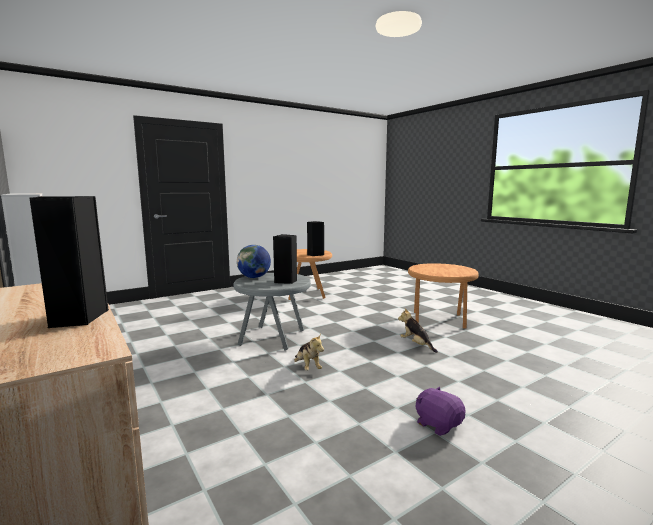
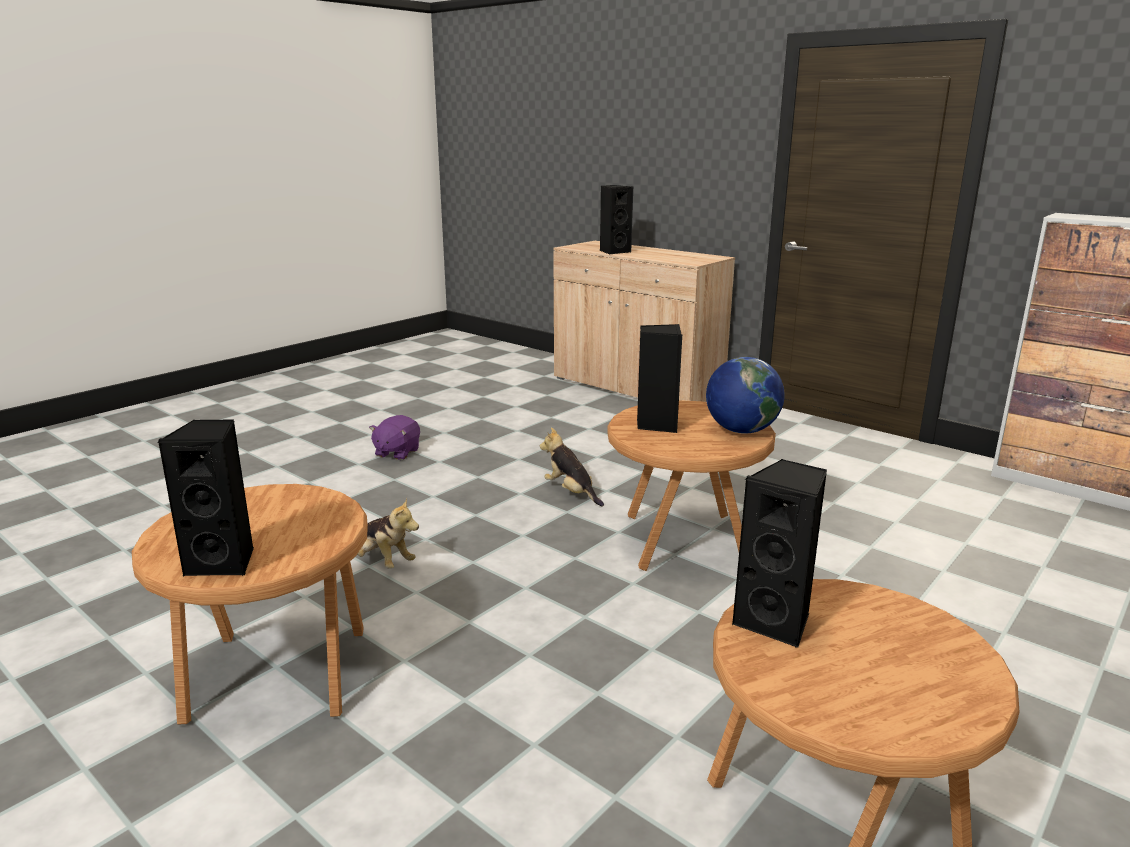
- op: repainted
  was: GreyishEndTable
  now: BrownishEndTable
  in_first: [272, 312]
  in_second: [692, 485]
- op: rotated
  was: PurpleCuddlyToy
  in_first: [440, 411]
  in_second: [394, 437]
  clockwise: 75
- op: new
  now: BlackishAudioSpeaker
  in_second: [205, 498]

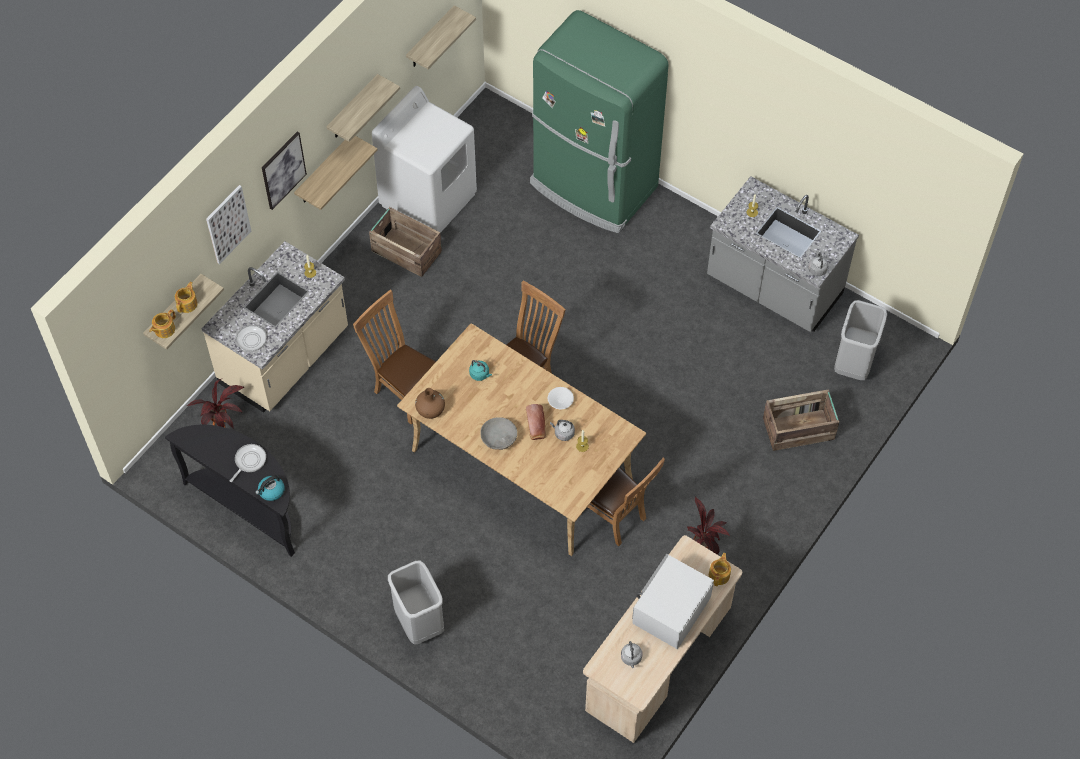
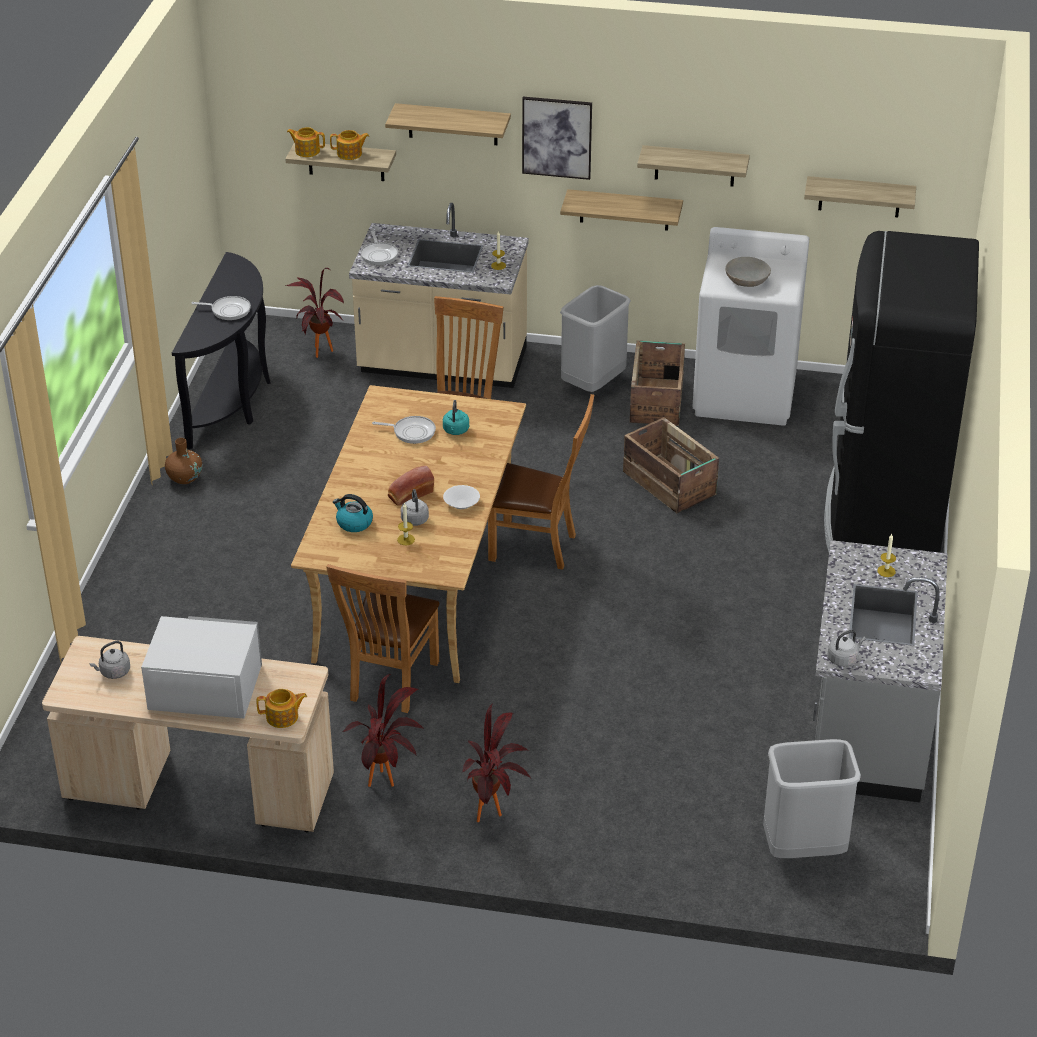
- op: swapped
  was: WallArt
  now: WallShelf
  in_first: [228, 224]
  in_second: [448, 124]
- op: shifted
  was: WaterKettle
  in_first: [270, 488]
  in_second: [353, 513]
- op: shifted
  was: GreyishRubbishBin
  in_first: [416, 602]
  in_second: [595, 338]
- op: shifted
  was: BrownishFlowerVase
  in_first: [430, 403]
  in_second: [183, 461]
- op: shifted
  was: GreyishDeepDish
  in_first: [498, 433]
  in_second: [748, 272]
- op: repainted
  was: GreenFridge
  now: BlackishFridge
  in_first: [599, 121]
  in_second: [901, 392]
- op: shifted
  was: PackingCrate
  in_first: [801, 420]
  in_second: [671, 465]
- op: new
  now: FryingPan
  in_second: [404, 430]
- op: new
  now: PlantInAPot
  in_second: [496, 763]

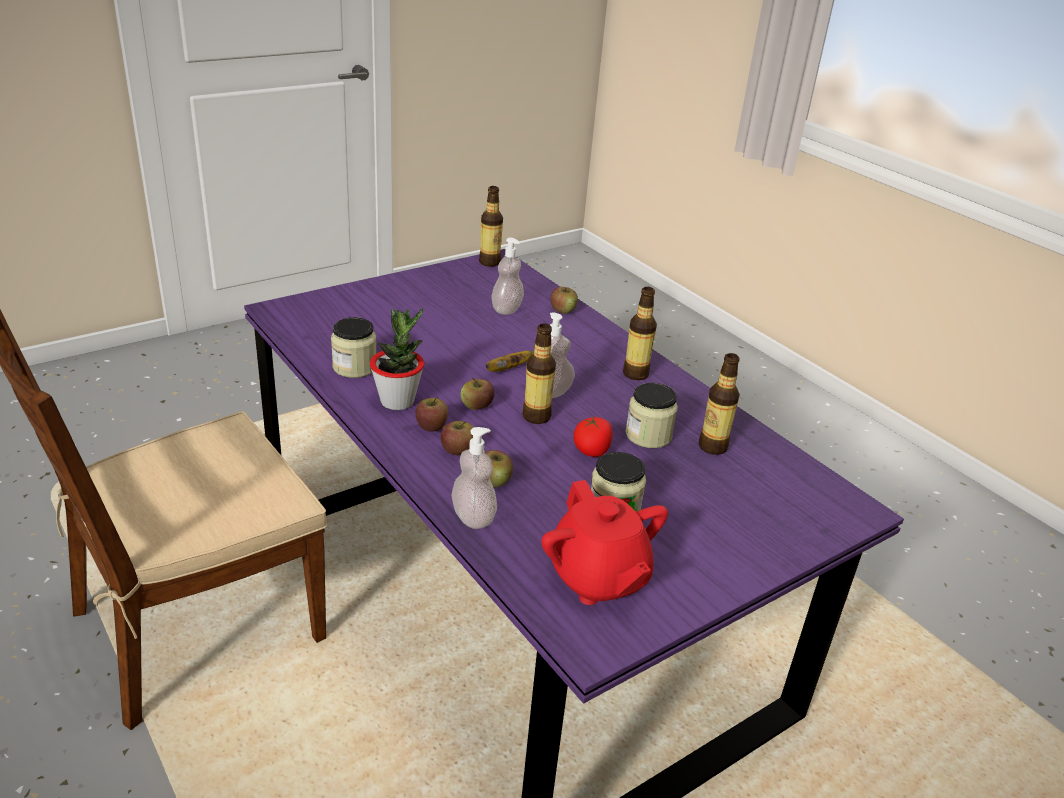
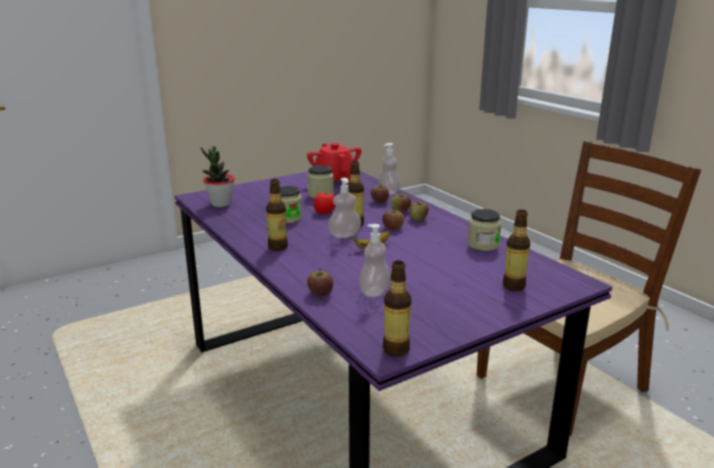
- op: shifted
  was: PlantInAPot
  in_first: [397, 359]
  in_second: [218, 176]
- op: shifted
  was: Bottle
  in_first: [719, 404]
  in_second: [516, 250]

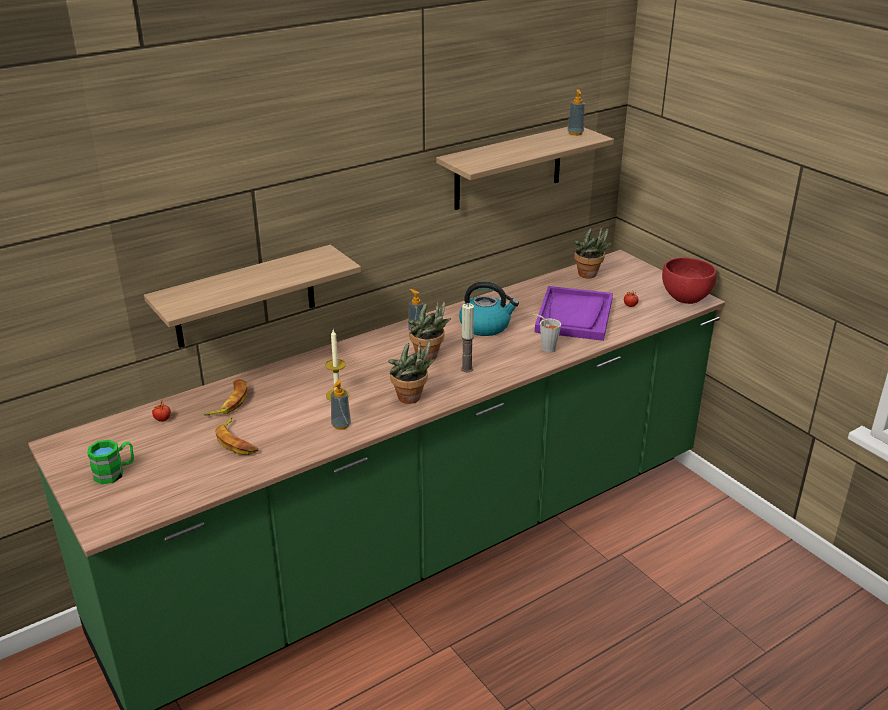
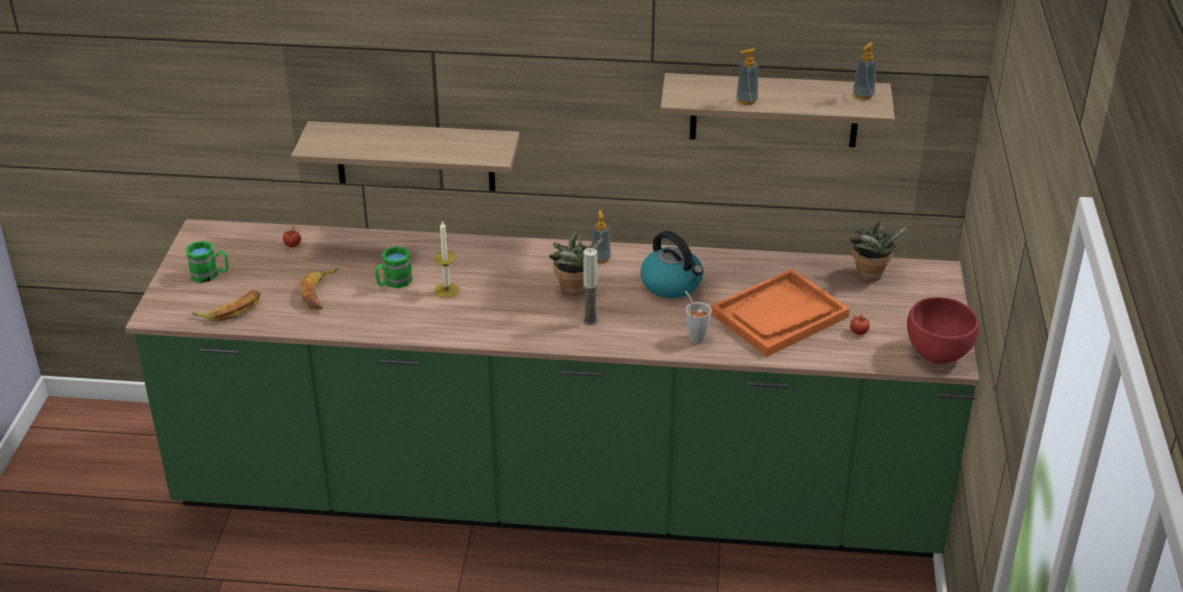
- op: shifted
  was: Banana
  in_first: [225, 397]
  in_second: [226, 305]
- op: shifted
  was: SoapBottle
  in_first: [341, 405]
  in_second: [747, 76]
- op: gone
  was: PlantInAPot
  in_first: [412, 372]
- op: repainted
  was: PurpleServingTray
  now: OrangeyServingTray
  in_first: [574, 313]
  in_second: [780, 313]
- op: new
  now: GreenMug
  in_second: [394, 267]

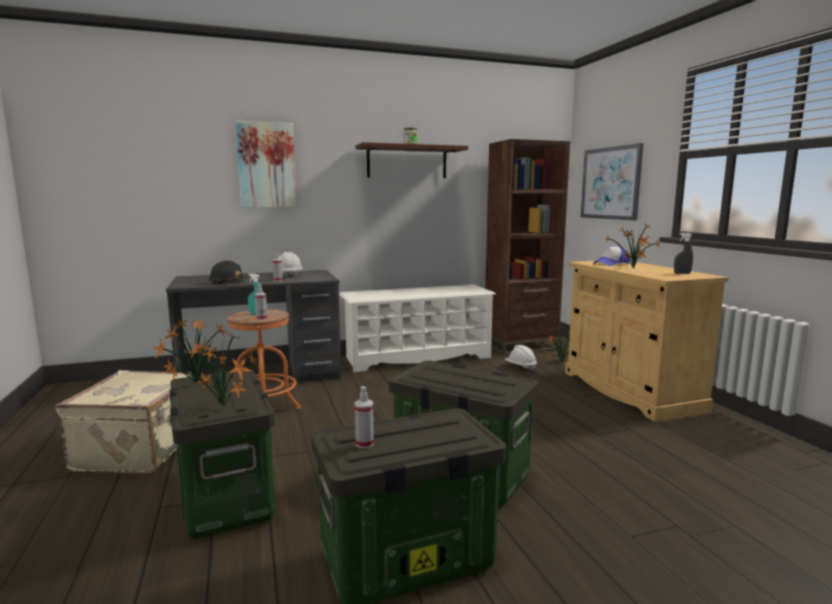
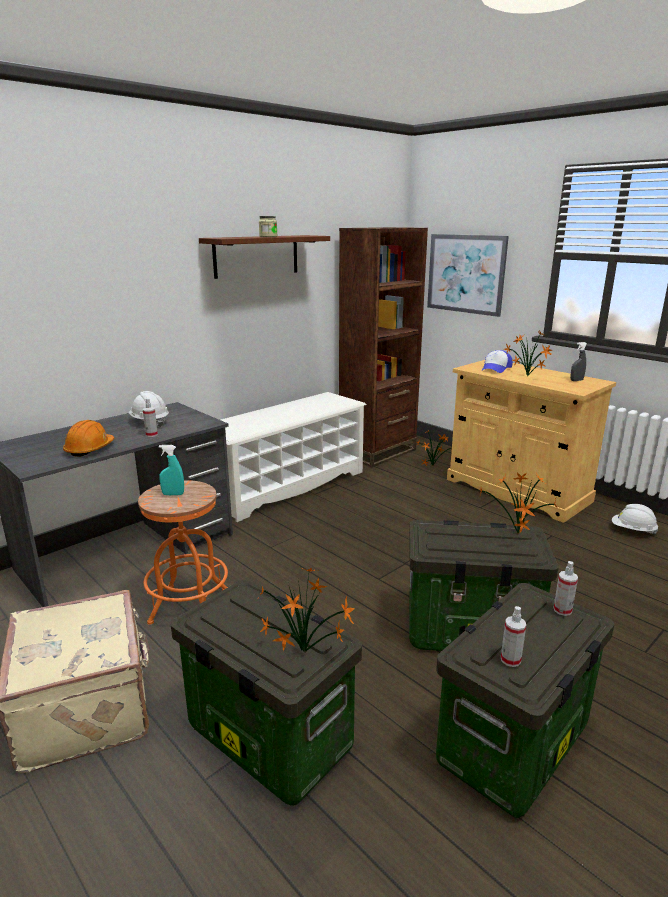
- op: shifted
  was: PlantInAPot
  in_first: [190, 350]
  in_second: [518, 502]
- op: repainted
  was: BlackishWorkHelmet
  now: OrangeyWorkHelmet
  in_first: [228, 272]
  in_second: [88, 438]
- op: gone
  was: WallArt
  in_first: [266, 164]
- op: shifted
  was: Sprayer
  in_first: [261, 302]
  in_second: [566, 588]
- op: shifted
  was: WhiteWorkHelmet
  in_first: [521, 358]
  in_second: [635, 519]

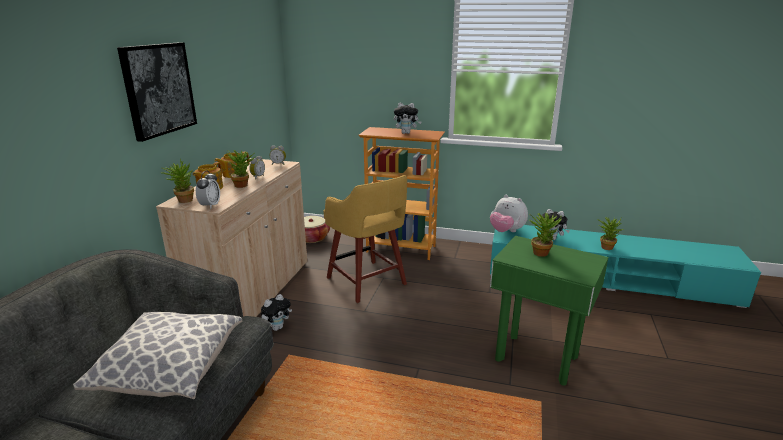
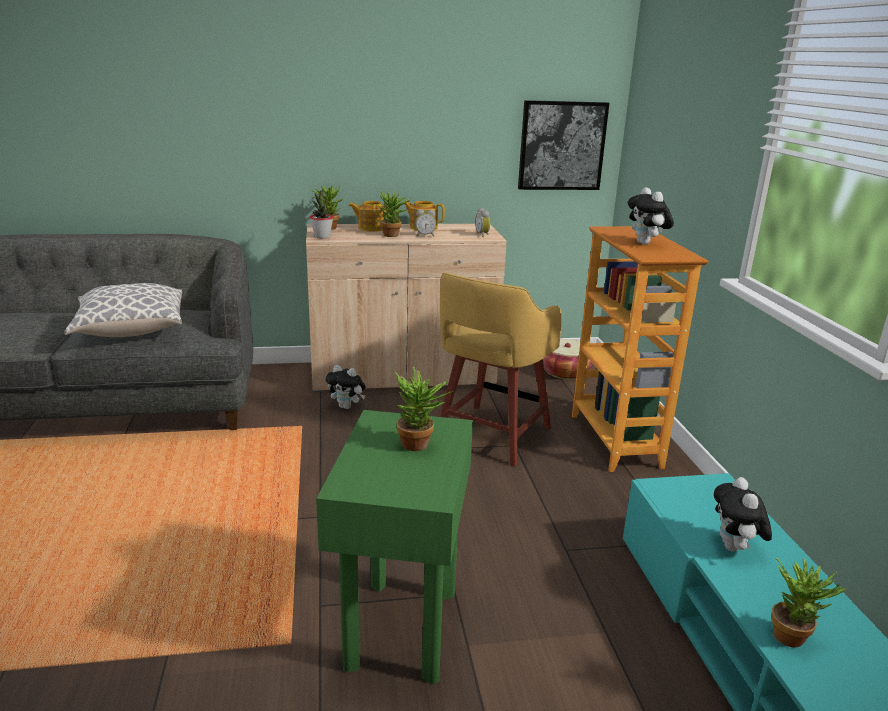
- op: shifted
  was: WallArt
  in_first: [157, 92]
  in_second: [563, 145]
- op: swapped
  was: TableClock
  now: PlantInAPot
  in_first: [208, 189]
  in_second: [321, 213]
- op: gone
  was: CuddlyToy
  in_first: [509, 213]

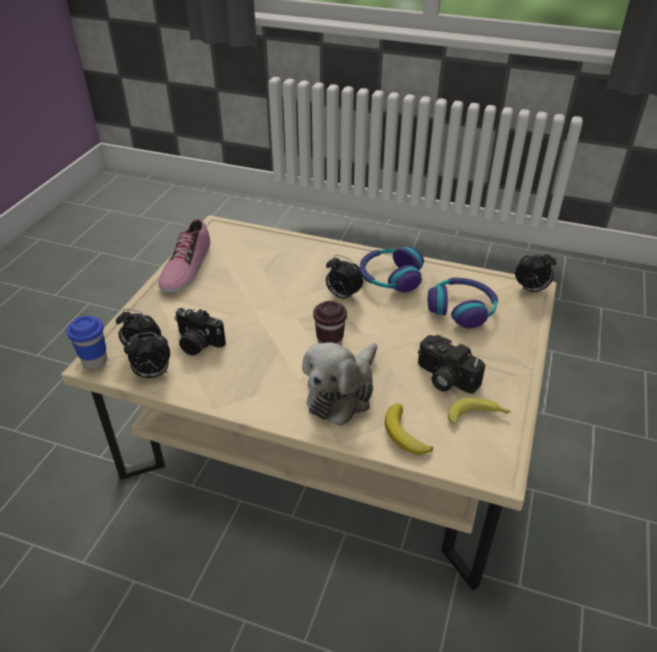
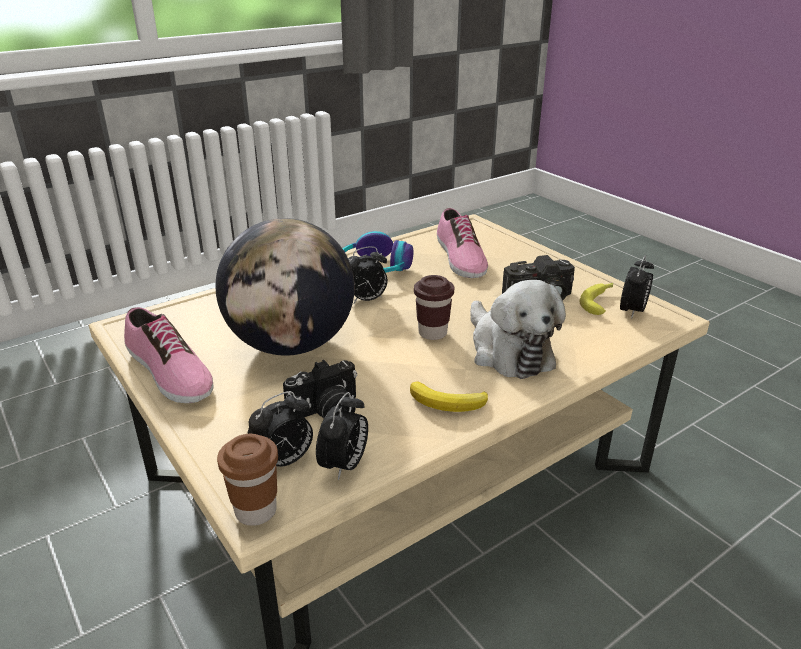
- op: repainted
  was: BlueSmallCup
  now: BrownishSmallCup
  in_first: [86, 342]
  in_second: [247, 480]
- op: shifted
  was: Banana
  in_first: [409, 429]
  in_second: [449, 396]
- op: swapped
  was: Headset
  now: LowShoe
  in_first: [463, 302]
  in_second: [462, 243]
- op: shifted
  was: TableClock
  in_first: [536, 271]
  in_second: [637, 287]
- op: new
  now: Globe
  in_second: [285, 287]

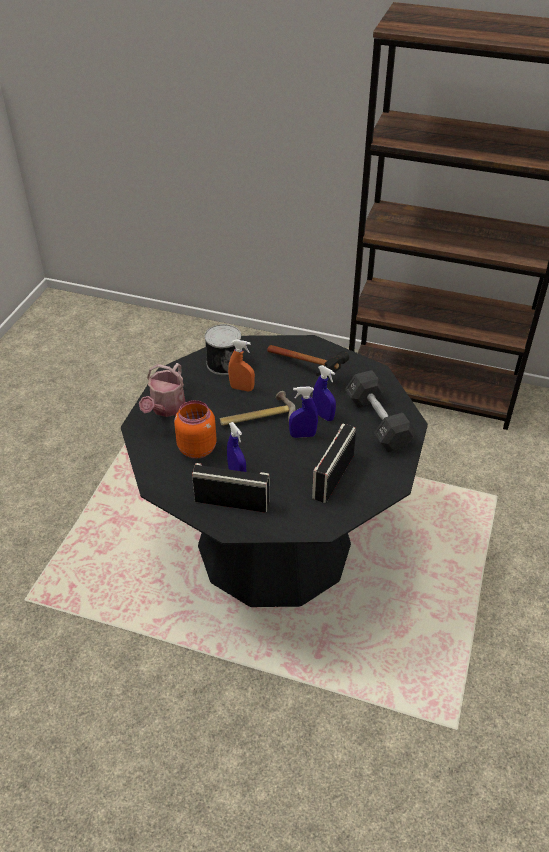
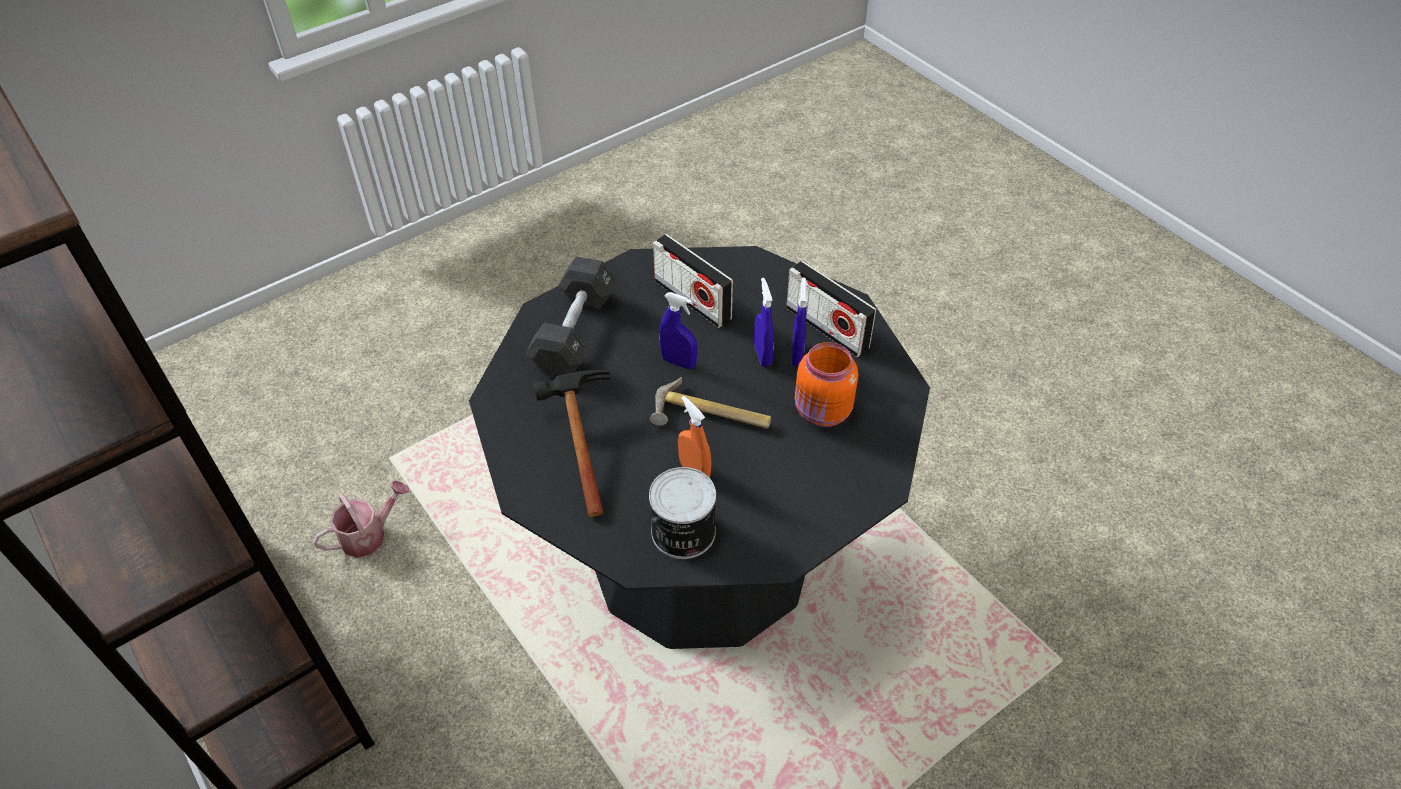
- op: shifted
  was: WateringCan
  in_first: [162, 390]
  in_second: [361, 519]
- op: shifted
  was: BlueSprayer
  in_first: [324, 393]
  in_second: [764, 322]
- op: rotated
  was: Radio
  in_first: [334, 463]
  in_second: [693, 281]
  clockwise: 75

